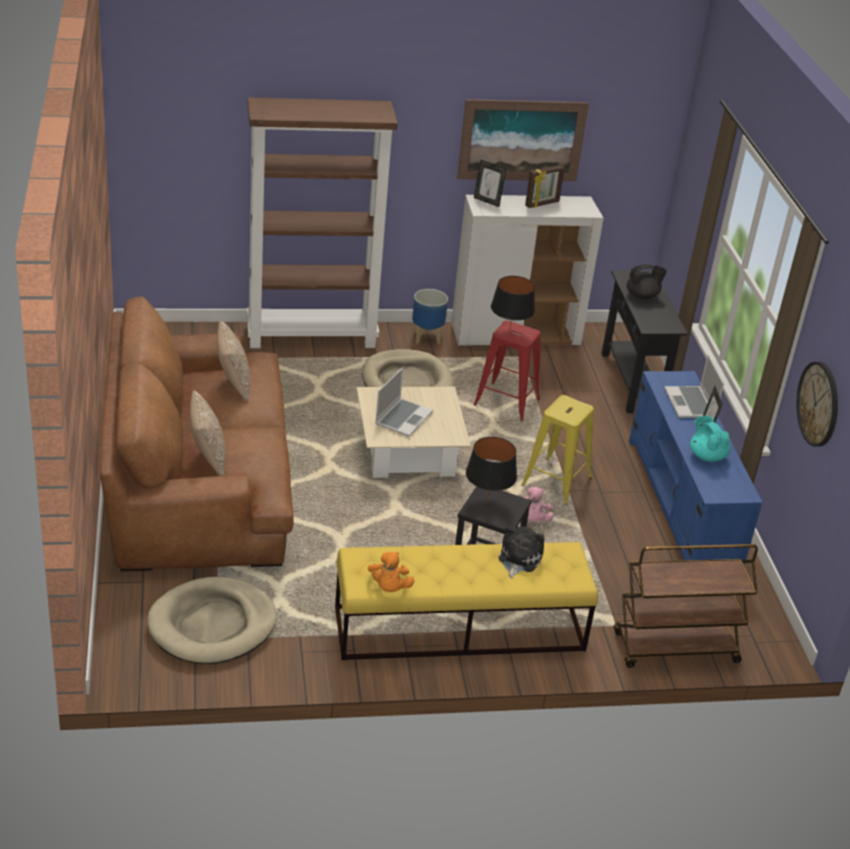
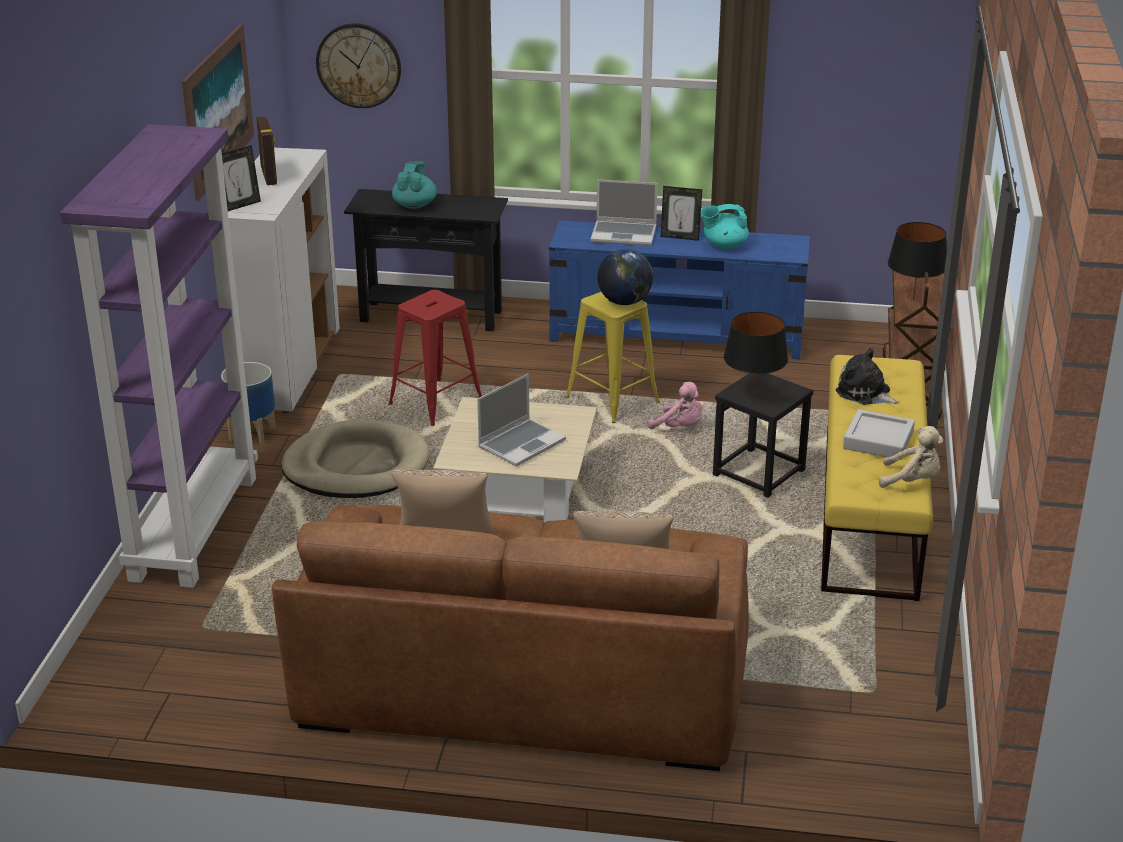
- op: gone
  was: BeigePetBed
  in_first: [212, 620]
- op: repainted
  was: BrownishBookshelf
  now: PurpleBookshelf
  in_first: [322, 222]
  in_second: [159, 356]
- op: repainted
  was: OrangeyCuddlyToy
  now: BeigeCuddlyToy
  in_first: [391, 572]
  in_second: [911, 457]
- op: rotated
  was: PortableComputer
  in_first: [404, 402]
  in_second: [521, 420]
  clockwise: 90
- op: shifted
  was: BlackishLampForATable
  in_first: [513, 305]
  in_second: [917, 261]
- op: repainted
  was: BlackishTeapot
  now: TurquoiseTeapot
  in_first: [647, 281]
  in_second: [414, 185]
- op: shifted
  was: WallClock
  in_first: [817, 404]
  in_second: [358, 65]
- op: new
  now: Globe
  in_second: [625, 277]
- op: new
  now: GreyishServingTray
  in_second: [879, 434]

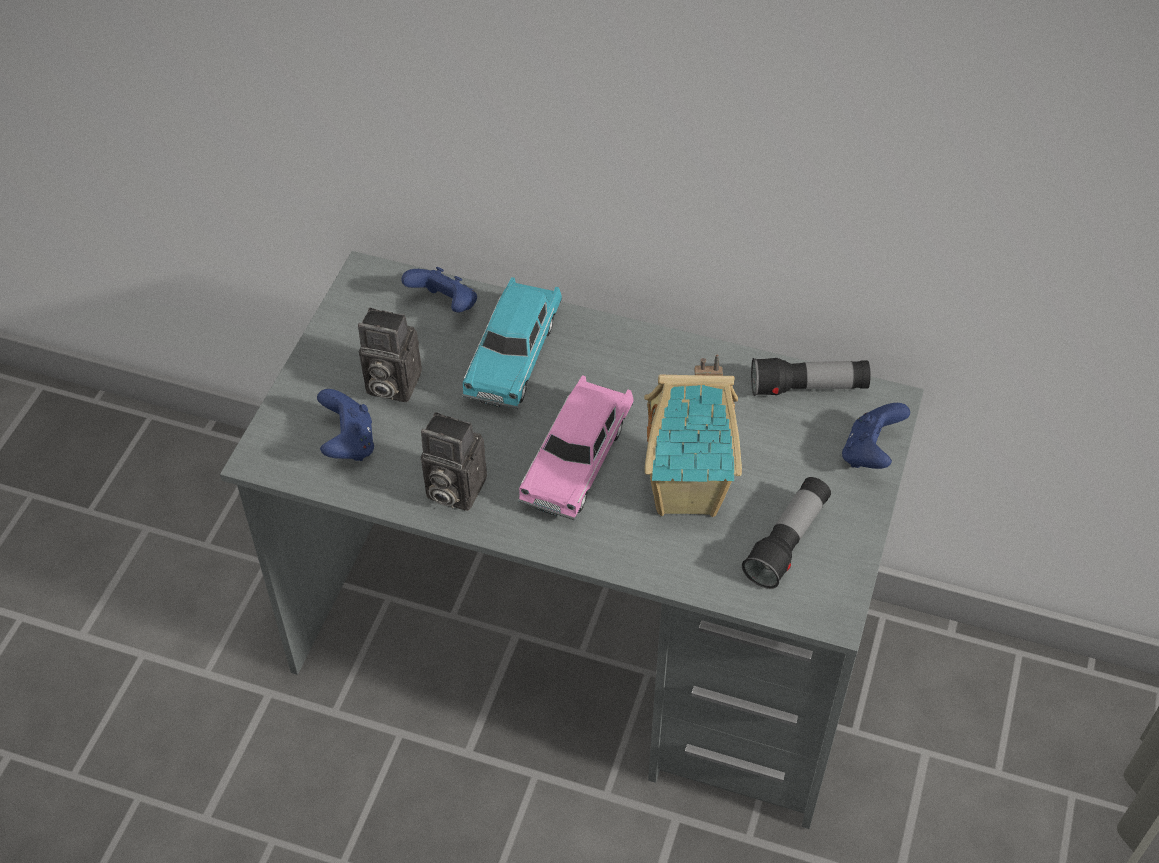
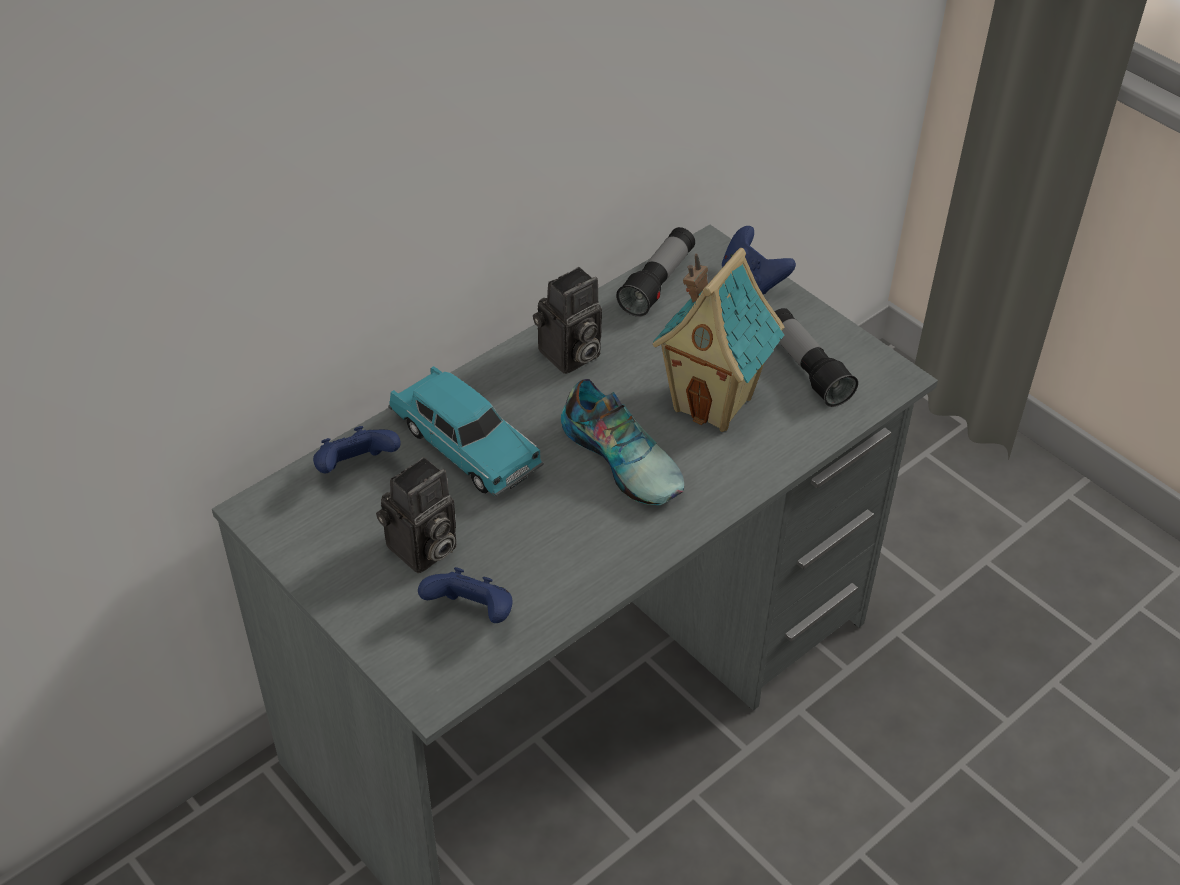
- op: shifted
  was: PhotoCamera
  in_first: [454, 461]
  in_second: [567, 320]
- op: swapped
  was: PinkColouredModelCar
  now: LowShoe
  in_first: [576, 448]
  in_second: [622, 442]

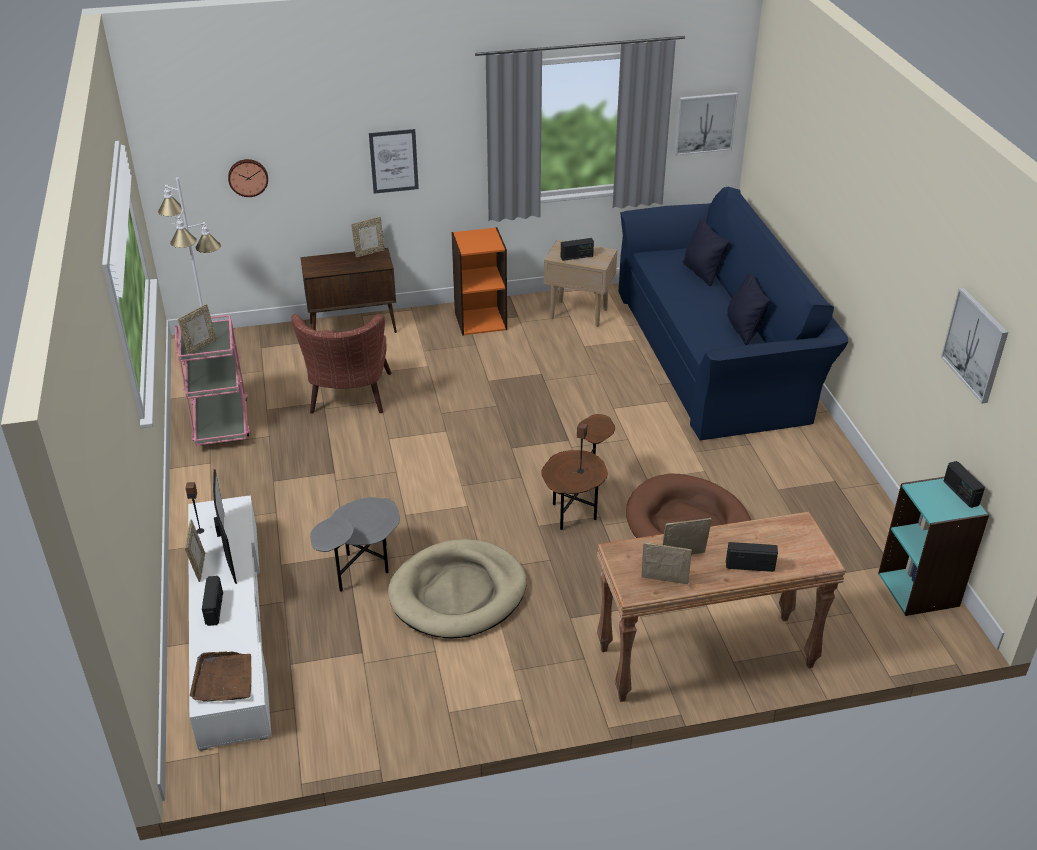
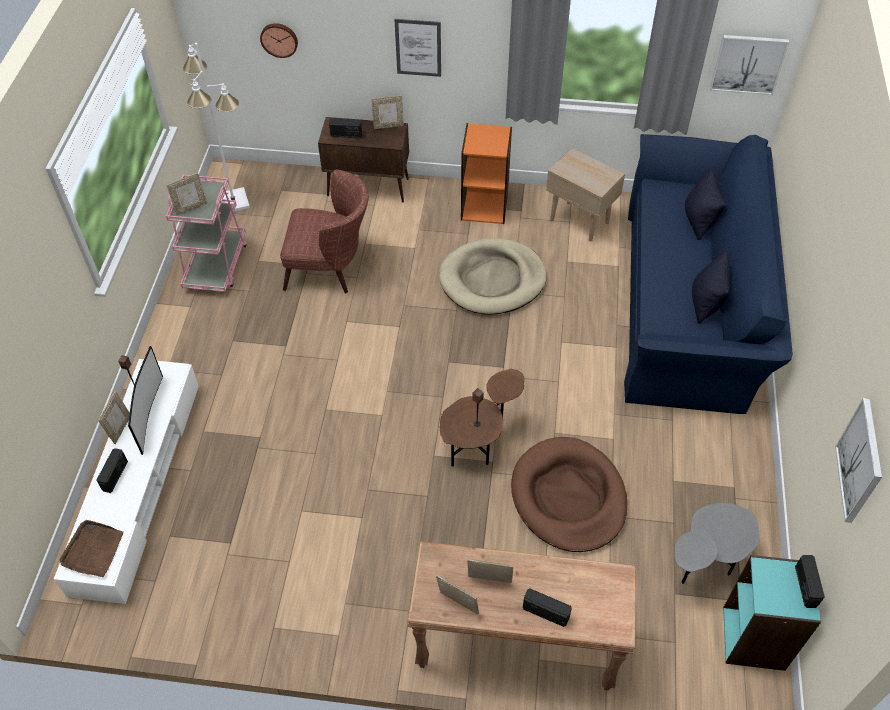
- op: rotated
  was: BrownishEasyChair
  in_first: [341, 363]
  in_second: [324, 231]
  clockwise: -105
- op: shifted
  was: GreyishEndTable
  in_first: [355, 544]
  in_second: [717, 543]
- op: shifted
  was: BeigePetBed
  in_first: [457, 588]
  in_second: [493, 276]
- op: shifted
  was: Radio
  in_first: [577, 249]
  in_second: [345, 128]

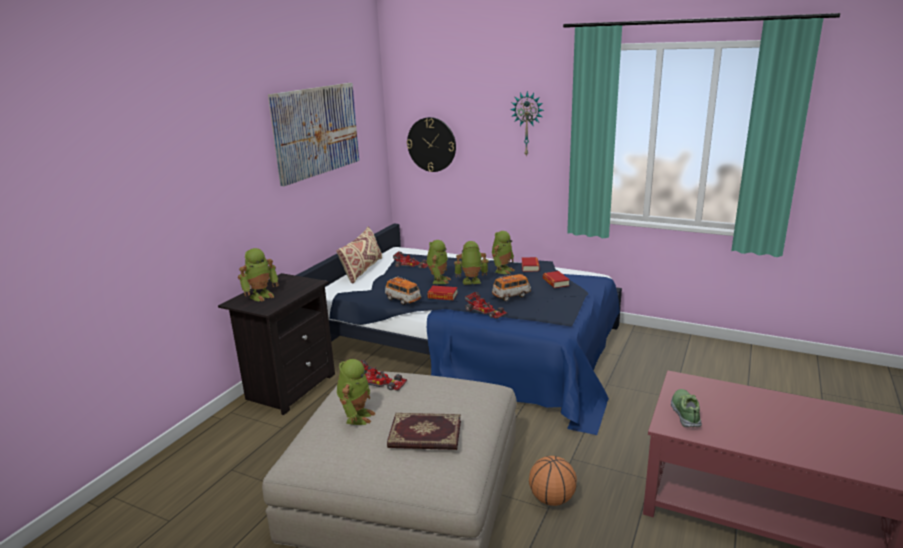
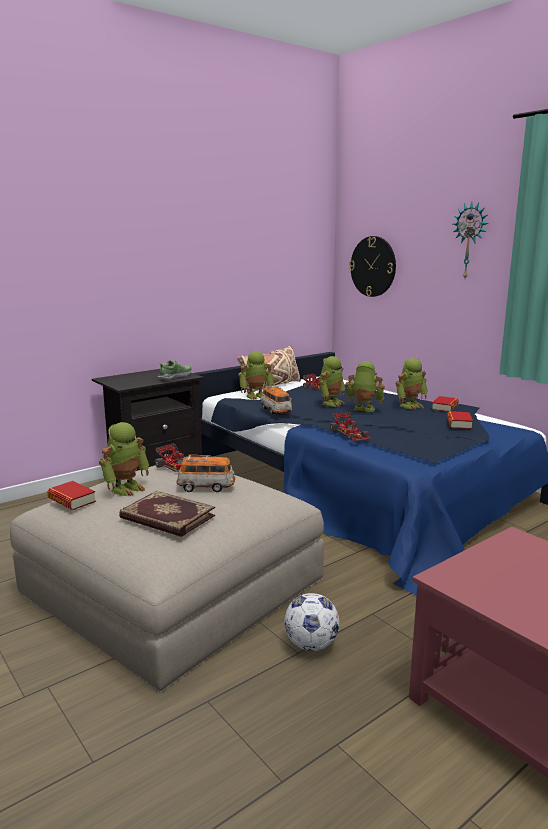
- op: shifted
  was: RobotFigure
  in_first: [258, 274]
  in_second: [256, 375]
- op: gone
  was: WallArt
  in_first: [313, 134]
- op: shifted
  was: BoundBook
  in_first: [442, 293]
  in_second: [71, 495]
- op: shifted
  was: ModelCar
  in_first: [511, 287]
  in_second: [205, 473]
- op: swapped
  was: BallForBasketball
  now: FootballBall
  in_first: [553, 481]
  in_second: [311, 622]
- op: shifted
  was: LowShoe
  in_first: [686, 408]
  in_second: [175, 370]

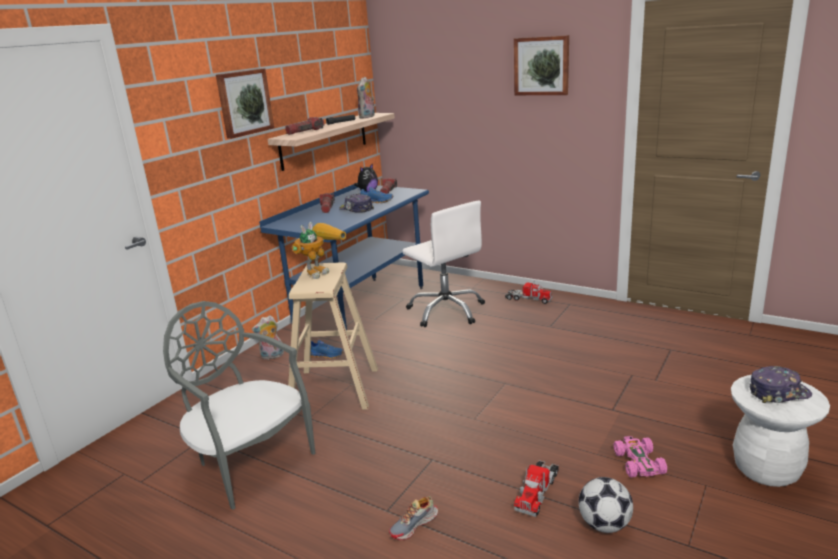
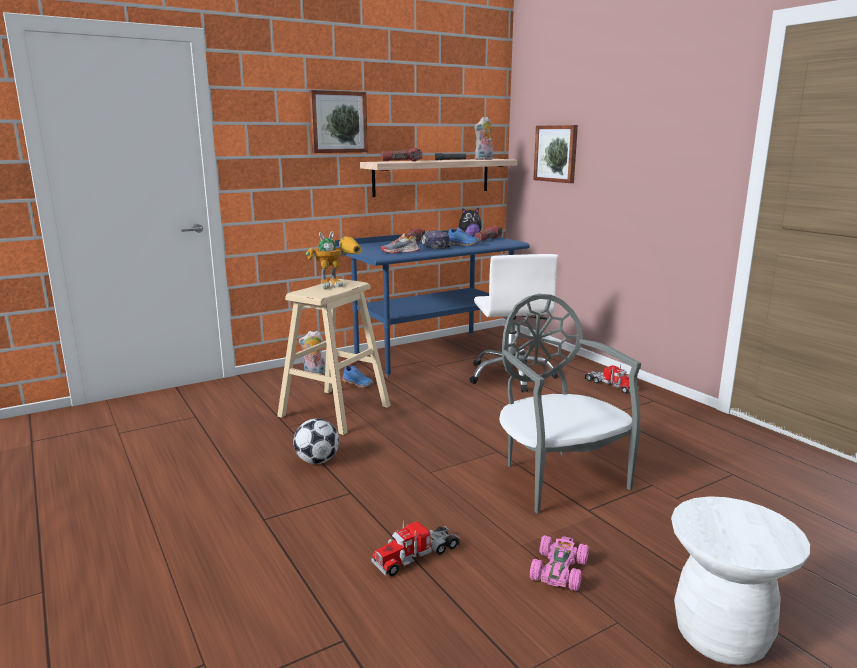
- op: shifted
  was: GreyishChair
  in_first: [239, 405]
  in_second: [570, 404]
- op: shifted
  was: LowShoe
  in_first: [413, 518]
  in_second: [400, 243]
- op: shifted
  was: WallArt
  in_first: [541, 65]
  in_second: [555, 154]
- op: shifted
  was: FootballBall
  in_first: [605, 505]
  in_second: [316, 441]
- op: gone
  was: BaseballCap
  in_first: [781, 384]

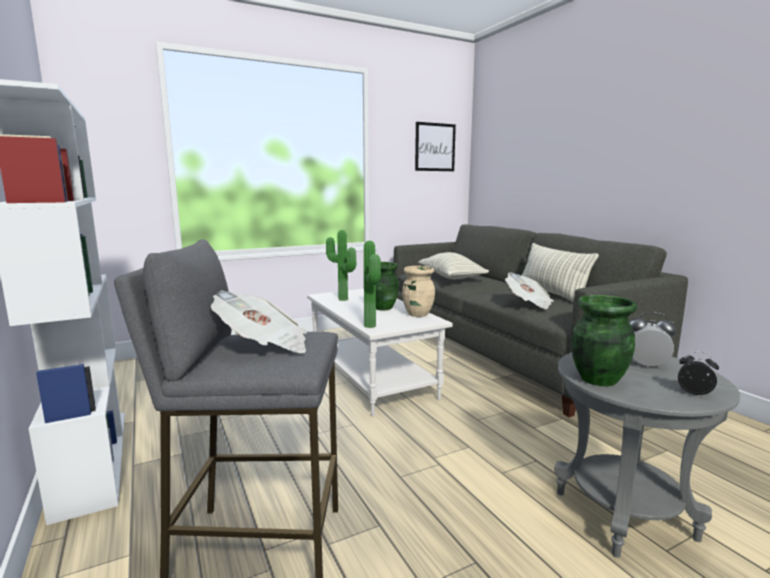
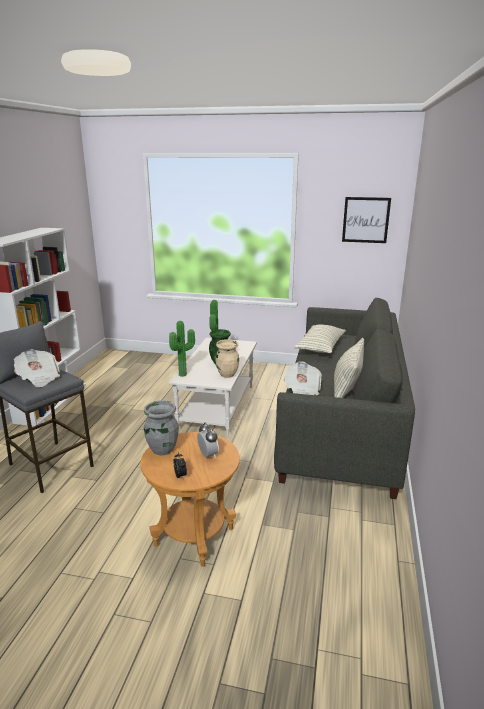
- op: repainted
  was: GreyishEndTable
  now: BrownishEndTable
  in_first: [647, 455]
  in_second: [190, 499]
- op: repainted
  was: GreenFlowerVase
  now: GreyishFlowerVase
  in_first: [604, 341]
  in_second: [161, 428]

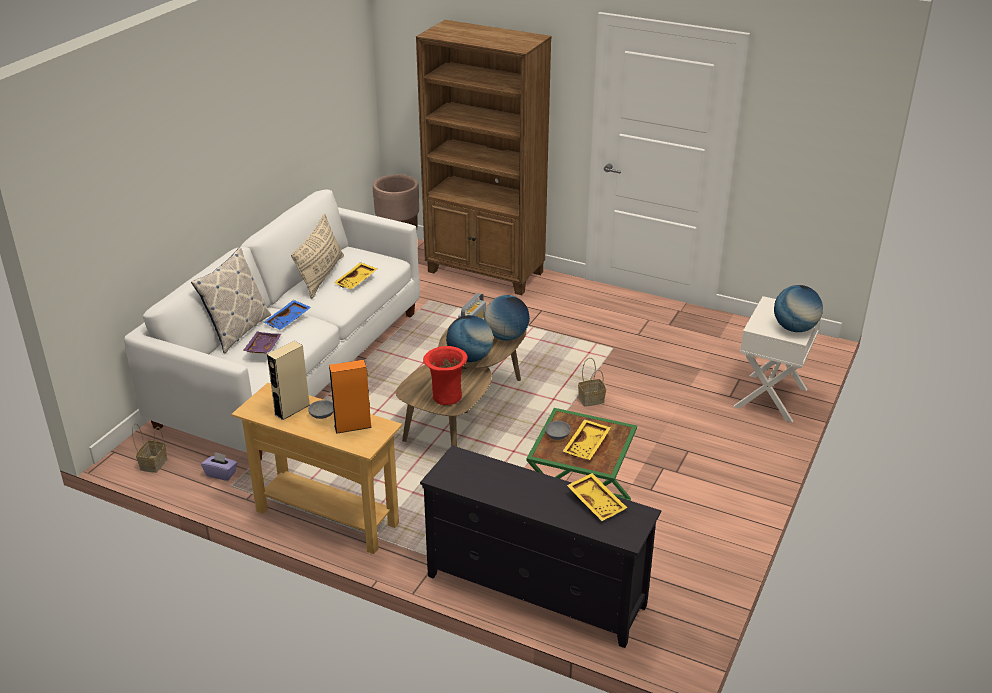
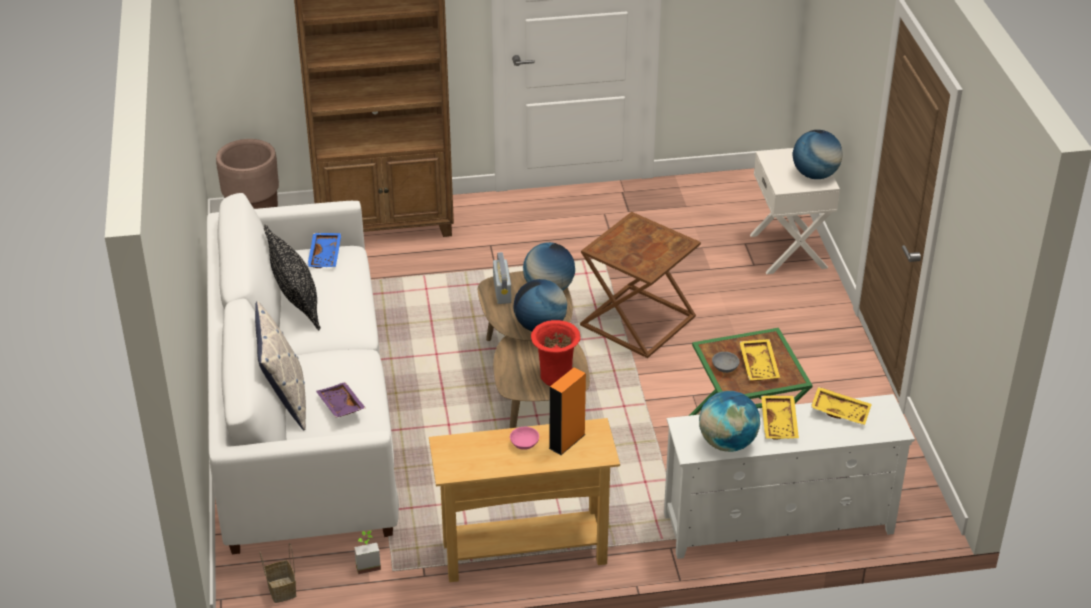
- op: swapped
  was: PurpleTissueBox
  now: PlantInAPot
  in_first: [219, 466]
  in_second: [367, 552]
- op: shifted
  was: BlueServingTray
  in_first: [287, 315]
  in_second: [324, 250]
- op: gone
  was: BeigeAudioSpeaker
  in_first: [288, 380]
- op: repainted
  was: BeigeCushion
  now: BlackishCushion
  in_first: [317, 256]
  in_second: [292, 277]
- op: repainted
  was: GreyishDeepDish
  now: PinkColouredDeepDish
  in_first: [321, 409]
  in_second: [524, 438]
- op: shifted
  was: YellowServingTray
  in_first: [355, 275]
  in_second: [780, 418]
- op: repainted
  was: BlackishTvUnit
  now: WhiteTvUnit
  in_first: [540, 546]
  in_second: [789, 476]
- op: swapped
  was: Basket
  now: BrownishEndTable
  in_first: [592, 382]
  in_second: [640, 285]
- op: new
  now: Globe
  in_second: [729, 421]

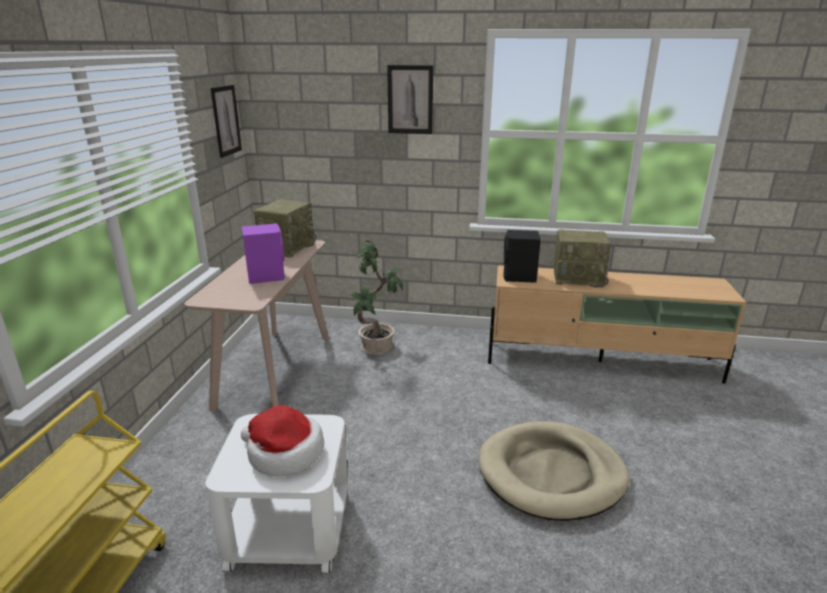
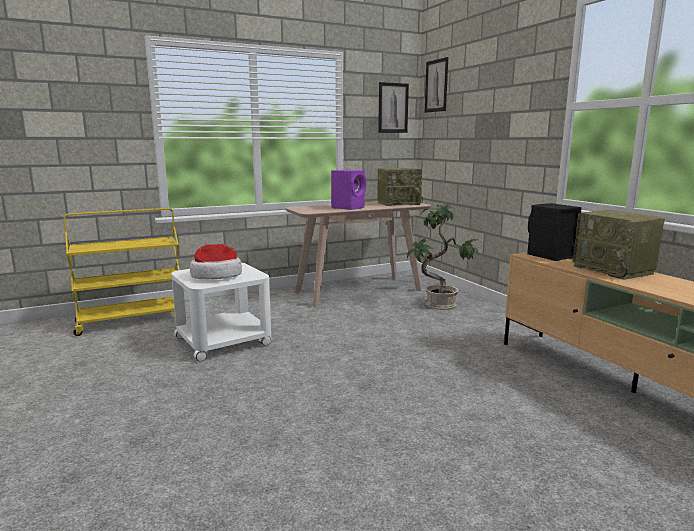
- op: shifted
  was: WallArt
  in_first: [410, 99]
  in_second: [436, 85]
- op: gone
  was: BeigePetBed
  in_first: [554, 471]

